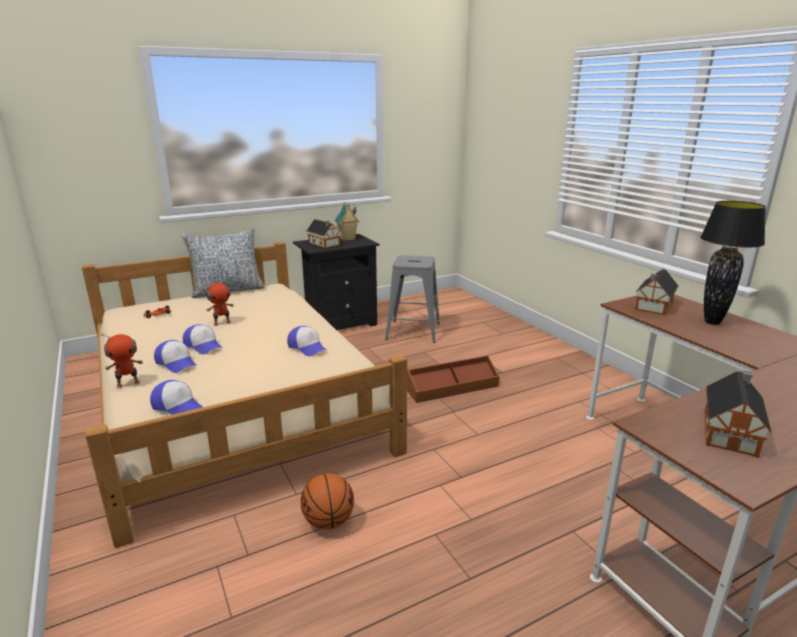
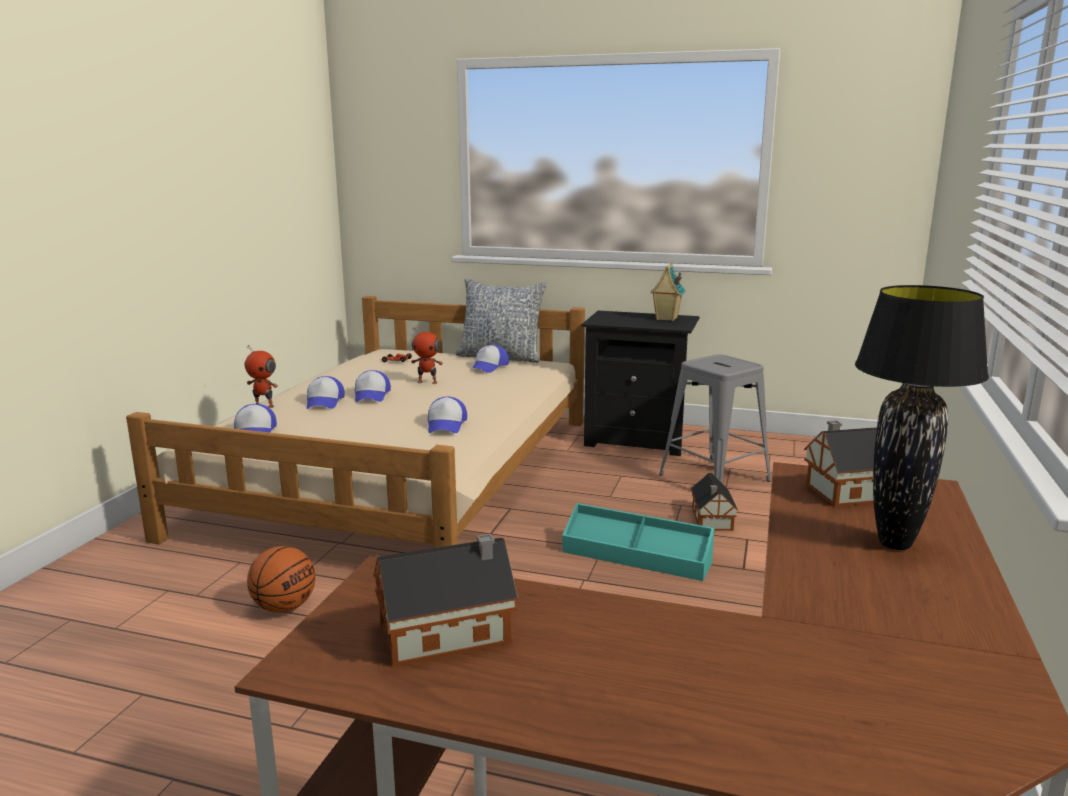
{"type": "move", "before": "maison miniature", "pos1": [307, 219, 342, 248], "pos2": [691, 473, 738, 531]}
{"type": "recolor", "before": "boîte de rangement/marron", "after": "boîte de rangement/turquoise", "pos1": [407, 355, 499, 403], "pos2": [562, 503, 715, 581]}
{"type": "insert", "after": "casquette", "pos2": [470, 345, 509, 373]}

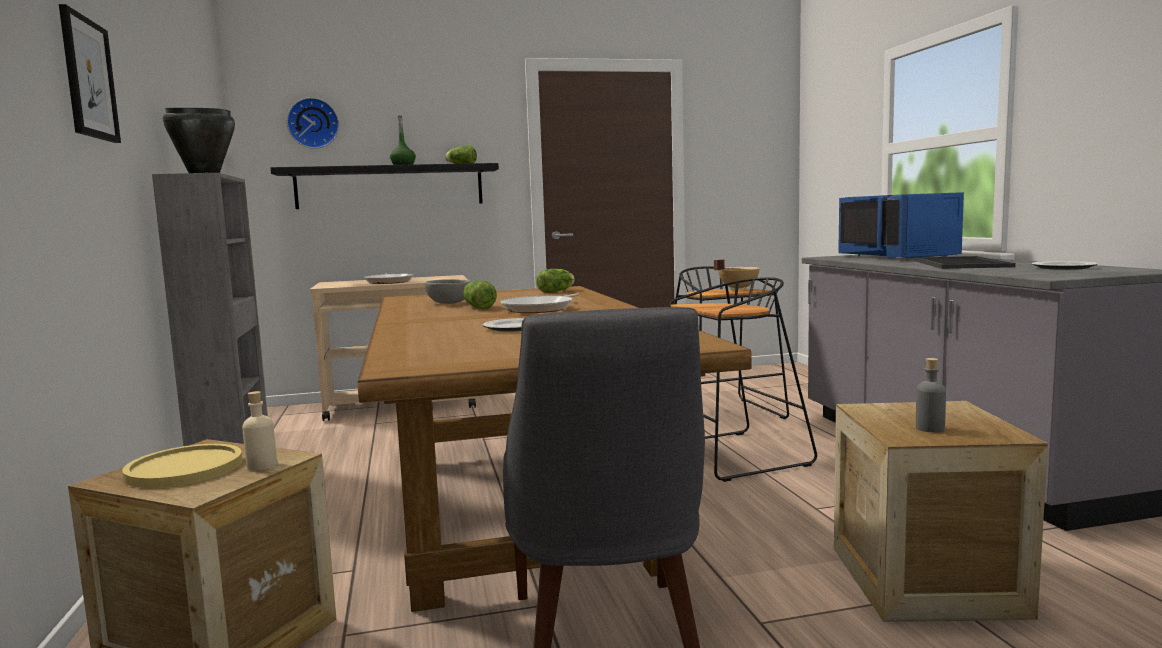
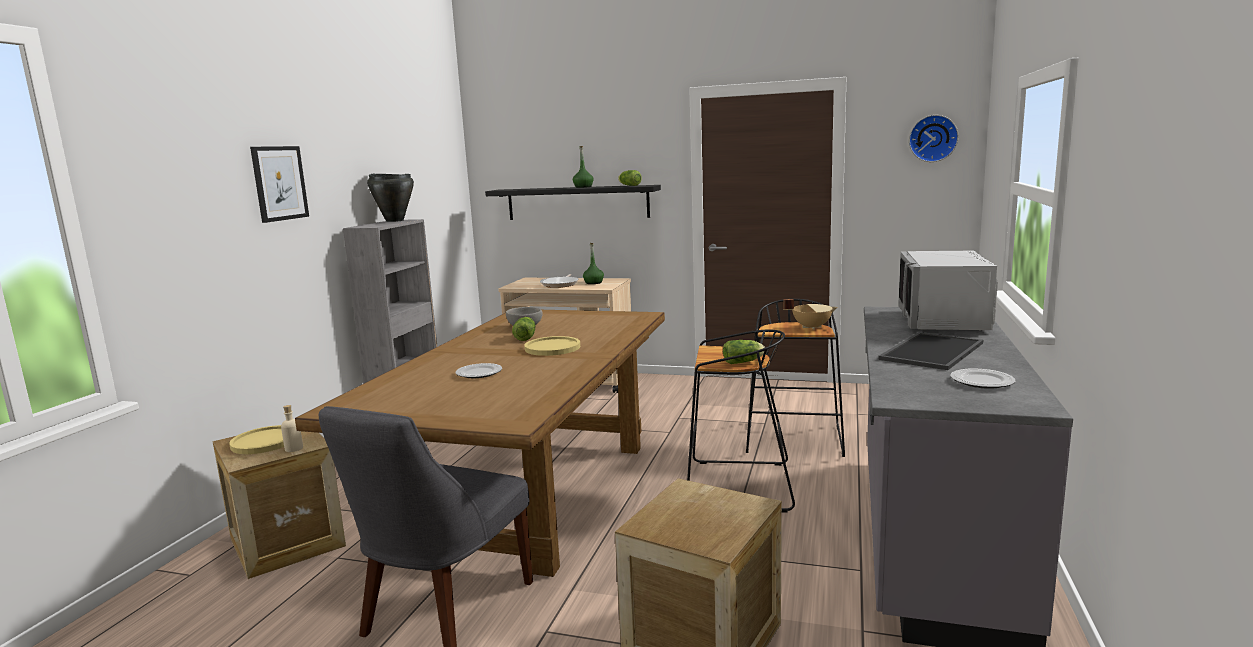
{"type": "move", "before": "horloge murale", "pos1": [287, 98, 339, 149], "pos2": [909, 115, 958, 162]}
{"type": "replace", "before": "poêle", "after": "assiette/jaune", "pos1": [500, 293, 579, 313], "pos2": [524, 336, 580, 356]}
{"type": "move", "before": "laitue", "pos1": [536, 269, 575, 293], "pos2": [723, 340, 765, 364]}
{"type": "recolor", "before": "micro-ondes/bleu", "after": "micro-ondes/gris", "pos1": [838, 192, 964, 259], "pos2": [898, 251, 998, 330]}
{"type": "delete", "before": "bouteille/gris", "pos1": [916, 358, 946, 432]}
{"type": "insert", "after": "bouteille/vert", "pos2": [583, 243, 604, 284]}

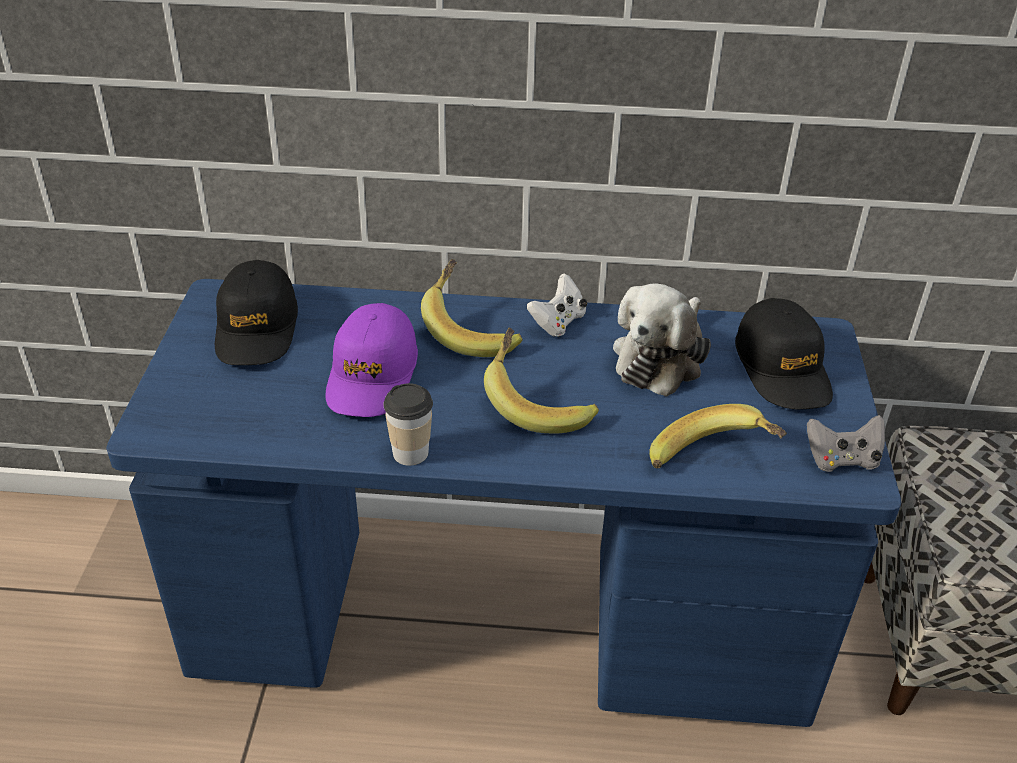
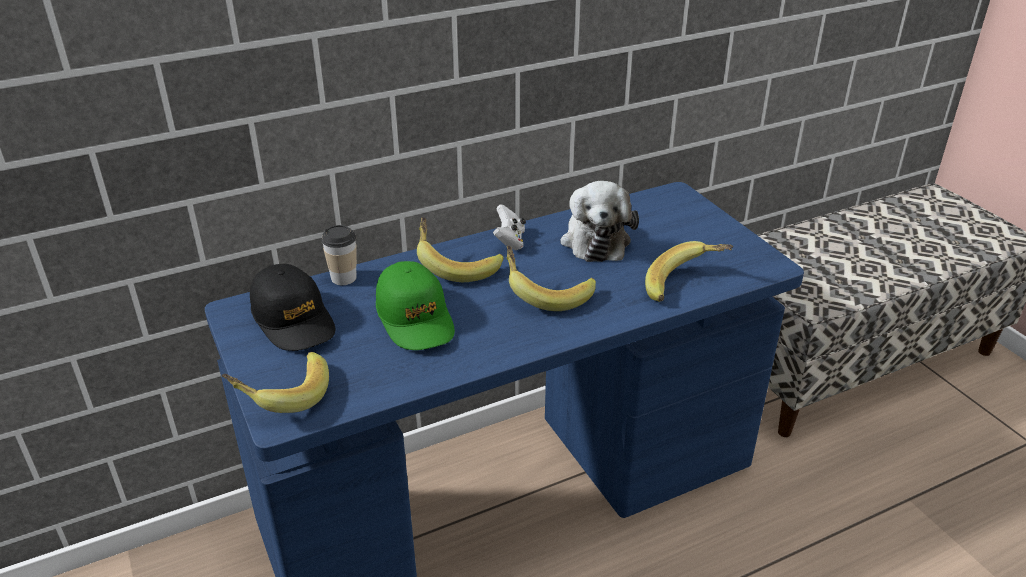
{"type": "recolor", "before": "casquette/violet", "after": "casquette/vert", "pos1": [326, 303, 418, 417], "pos2": [376, 261, 455, 350]}
{"type": "move", "before": "tasse", "pos1": [383, 383, 433, 466], "pos2": [321, 225, 357, 285]}
{"type": "delete", "before": "casquette/noir", "pos1": [735, 298, 833, 409]}
{"type": "delete", "before": "manette/gris", "pos1": [807, 415, 885, 472]}
{"type": "insert", "after": "banane", "pos2": [221, 352, 329, 413]}

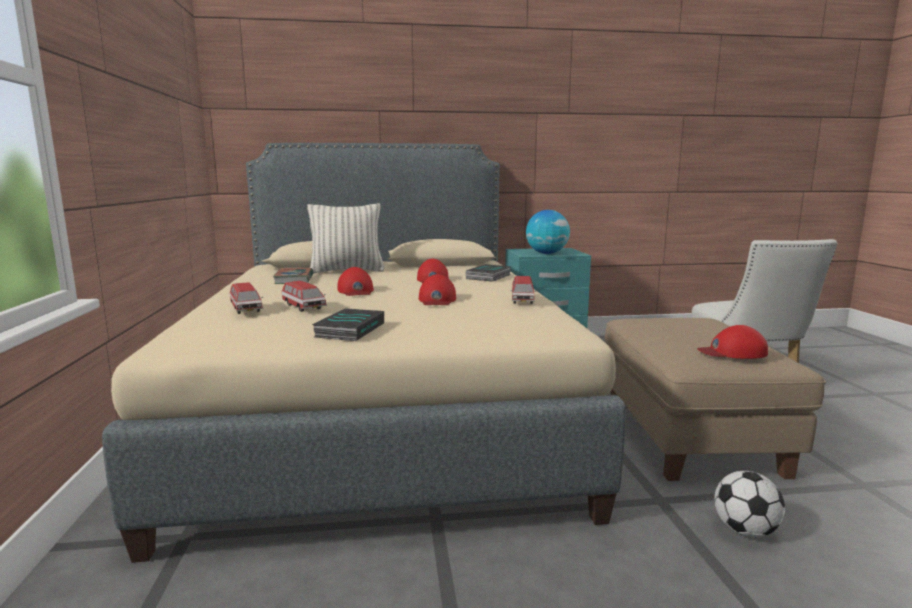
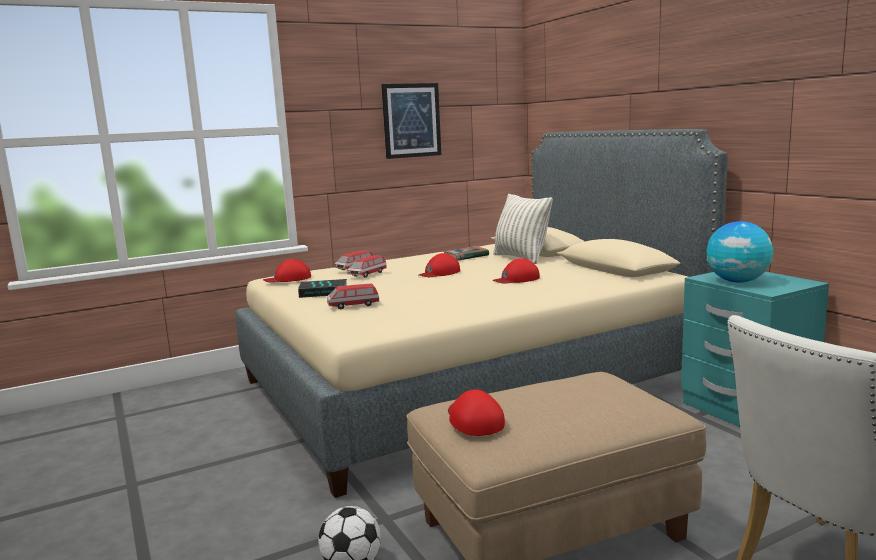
{"type": "move", "before": "casquette/rouge", "pos1": [419, 274, 456, 305], "pos2": [263, 259, 311, 283]}
{"type": "delete", "before": "livre", "pos1": [466, 264, 512, 282]}
{"type": "move", "before": "petite voiture", "pos1": [510, 276, 537, 304], "pos2": [327, 284, 379, 309]}
{"type": "insert", "after": "tableau", "pos2": [381, 83, 441, 159]}

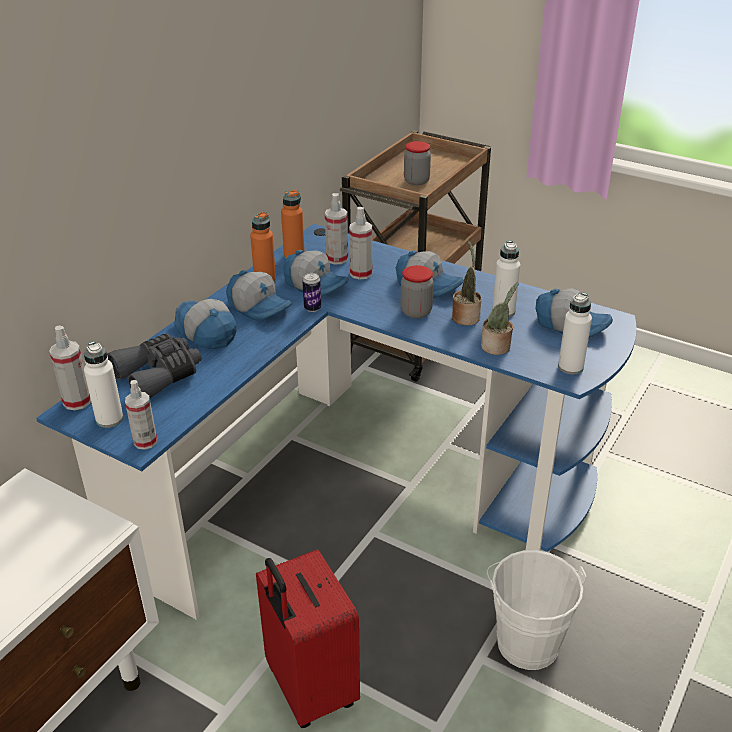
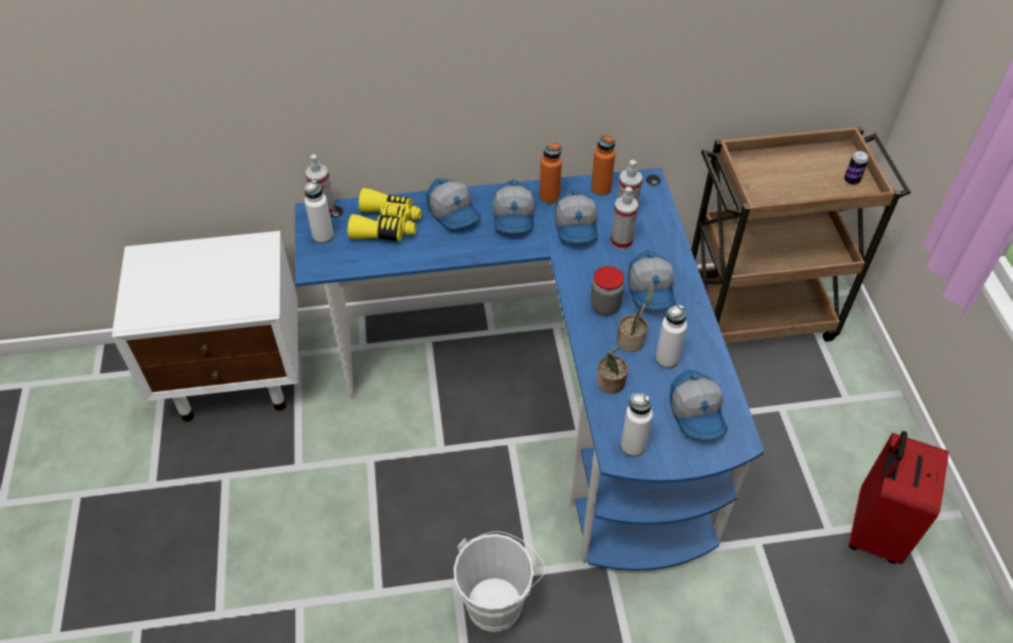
{"type": "recolor", "before": "jumelles/gris", "after": "jumelles/jaune", "pos1": [107, 333, 202, 398], "pos2": [348, 188, 421, 241]}
{"type": "delete", "before": "vaporisateur", "pos1": [125, 380, 157, 450]}
{"type": "rotate", "before": "casquette", "pos1": [175, 299, 237, 349], "pos2": [426, 179, 481, 231], "turn": 135}
{"type": "move", "before": "valise/rouge", "pos1": [256, 549, 360, 728], "pos2": [849, 431, 949, 564]}
{"type": "move", "before": "boîte métallique", "pos1": [302, 273, 321, 312], "pos2": [844, 151, 869, 185]}
{"type": "delete", "before": "bocal", "pos1": [404, 141, 431, 185]}

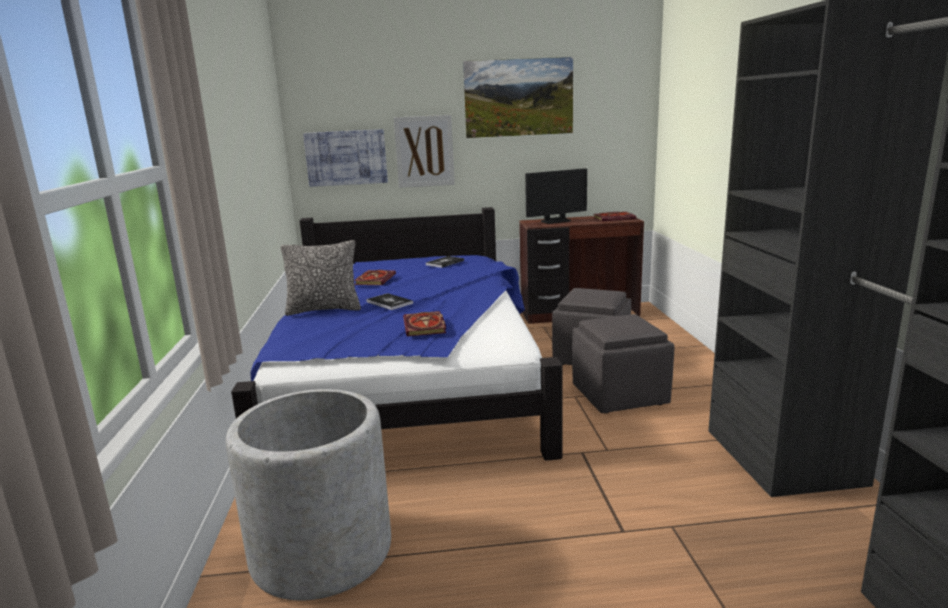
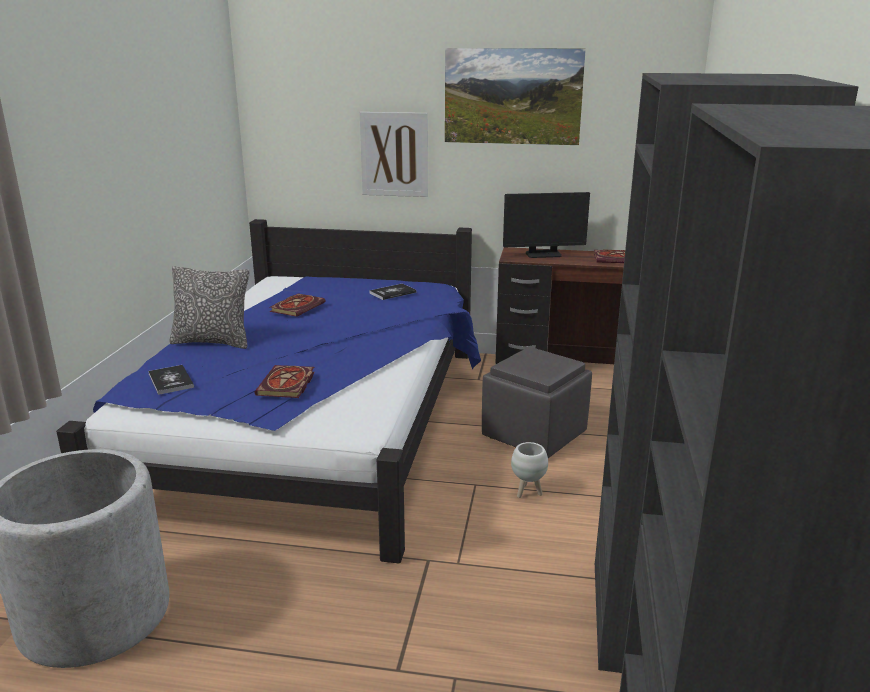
{"type": "delete", "before": "tableau", "pos1": [303, 129, 388, 187]}
{"type": "move", "before": "livre", "pos1": [366, 293, 413, 310], "pos2": [148, 365, 194, 395]}
{"type": "replace", "before": "pouf/gris", "after": "cache-pot/blanc", "pos1": [572, 314, 674, 413], "pos2": [511, 442, 548, 498]}

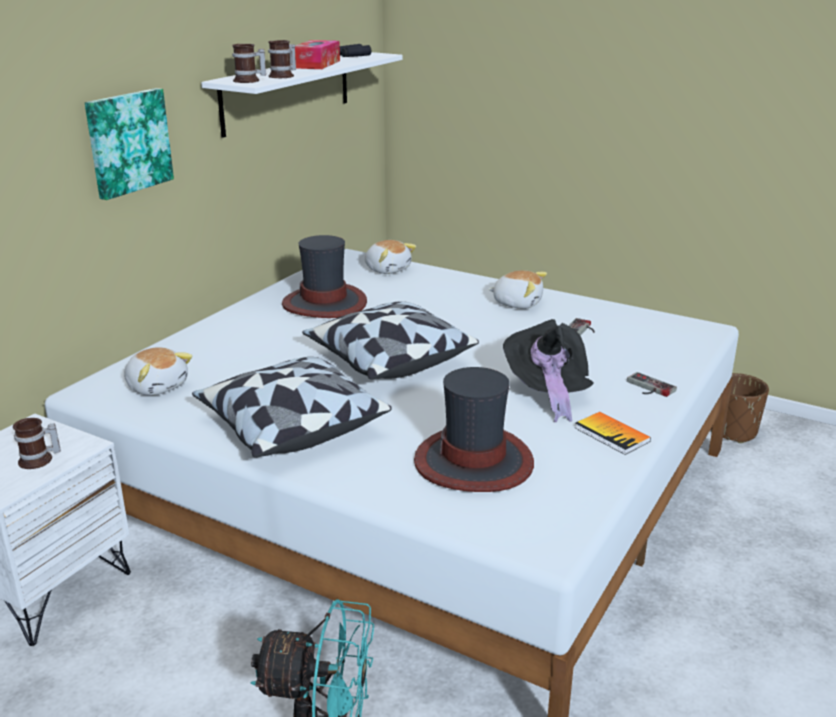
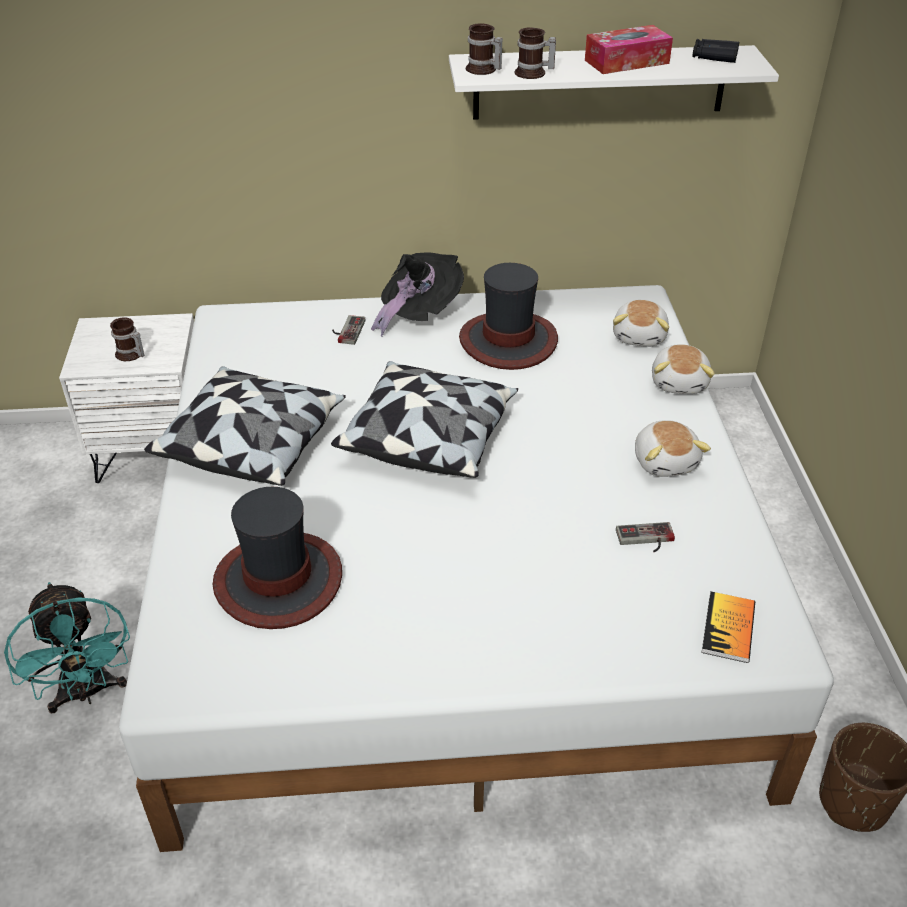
{"type": "delete", "before": "tableau", "pos1": [85, 88, 174, 200]}
{"type": "move", "before": "peluche", "pos1": [124, 347, 192, 396], "pos2": [652, 344, 715, 394]}
{"type": "move", "before": "chapeau/noir", "pos1": [503, 319, 594, 422], "pos2": [371, 252, 464, 337]}
{"type": "move", "before": "livre", "pos1": [575, 412, 651, 455], "pos2": [701, 591, 755, 663]}
{"type": "move", "before": "manette", "pos1": [627, 372, 677, 397], "pos2": [332, 315, 365, 345]}

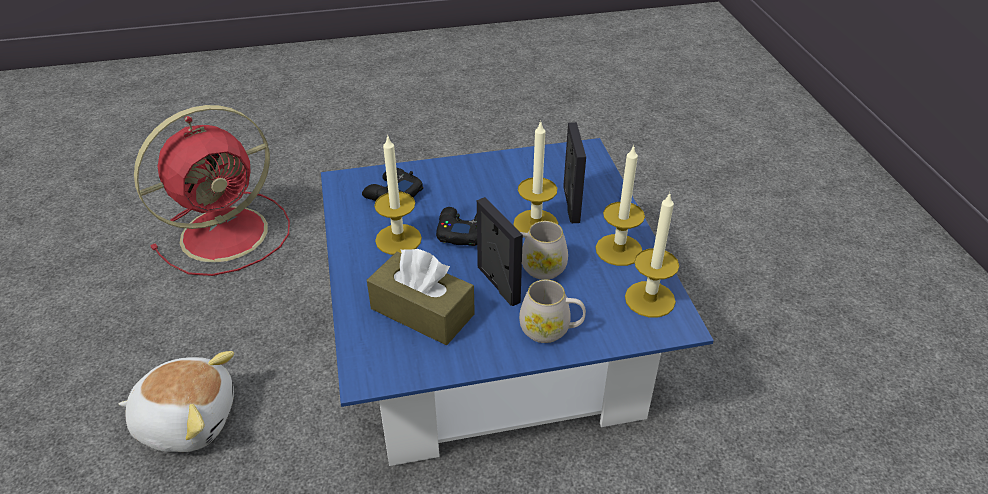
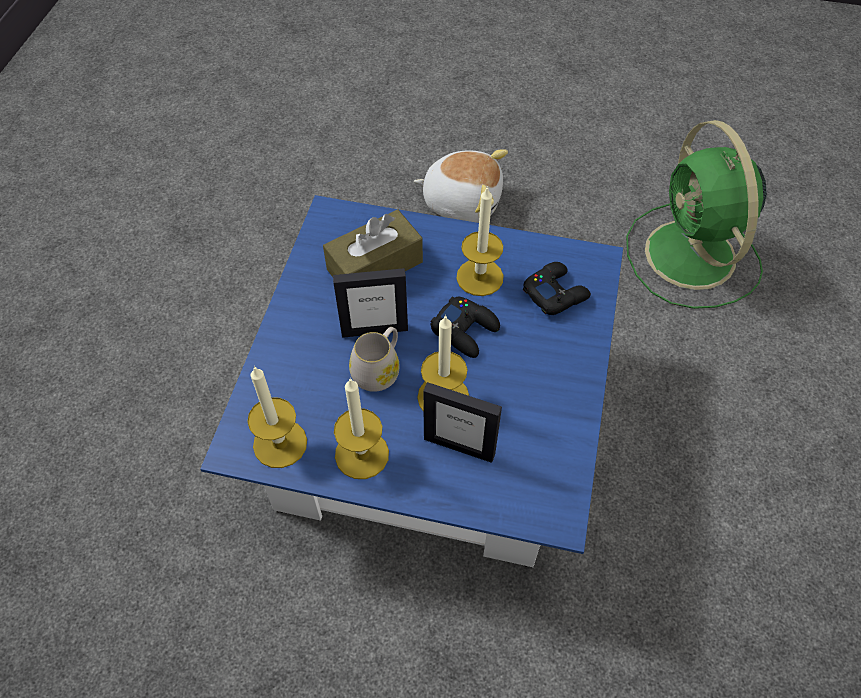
{"type": "rotate", "before": "peluche", "pos1": [119, 351, 234, 452], "pos2": [414, 149, 508, 223], "turn": -105}
{"type": "recolor", "before": "ventilateur/rouge", "after": "ventilateur/vert", "pos1": [134, 105, 290, 276], "pos2": [626, 120, 767, 309]}
{"type": "delete", "before": "mug/blanc", "pos1": [519, 280, 586, 343]}

